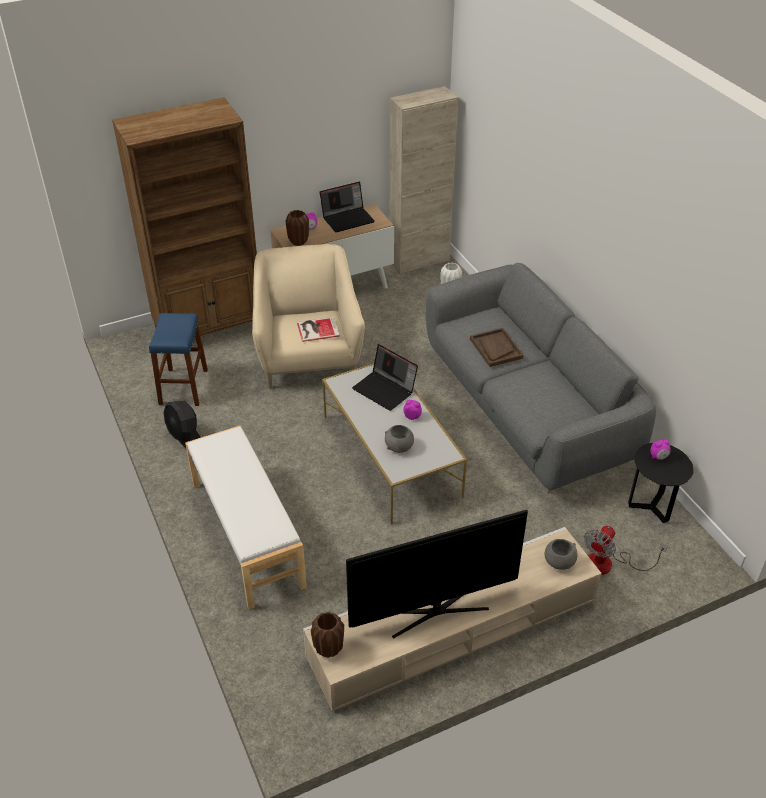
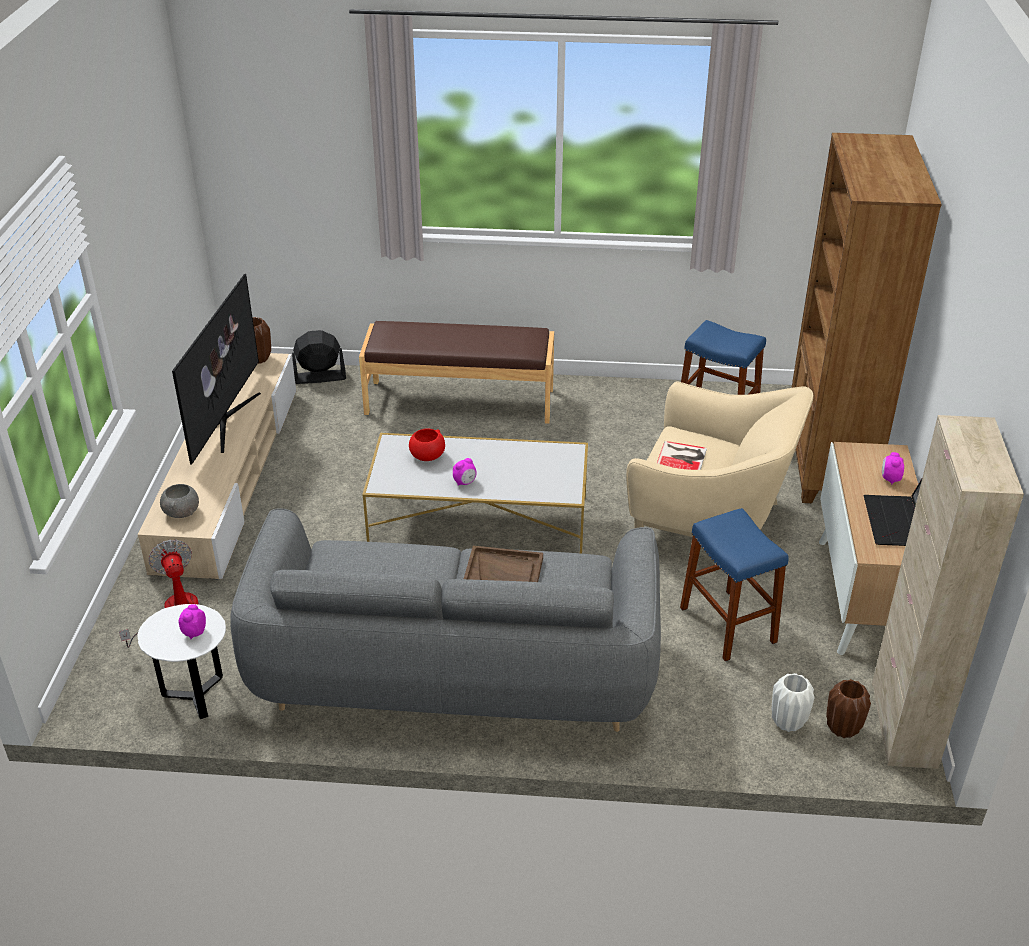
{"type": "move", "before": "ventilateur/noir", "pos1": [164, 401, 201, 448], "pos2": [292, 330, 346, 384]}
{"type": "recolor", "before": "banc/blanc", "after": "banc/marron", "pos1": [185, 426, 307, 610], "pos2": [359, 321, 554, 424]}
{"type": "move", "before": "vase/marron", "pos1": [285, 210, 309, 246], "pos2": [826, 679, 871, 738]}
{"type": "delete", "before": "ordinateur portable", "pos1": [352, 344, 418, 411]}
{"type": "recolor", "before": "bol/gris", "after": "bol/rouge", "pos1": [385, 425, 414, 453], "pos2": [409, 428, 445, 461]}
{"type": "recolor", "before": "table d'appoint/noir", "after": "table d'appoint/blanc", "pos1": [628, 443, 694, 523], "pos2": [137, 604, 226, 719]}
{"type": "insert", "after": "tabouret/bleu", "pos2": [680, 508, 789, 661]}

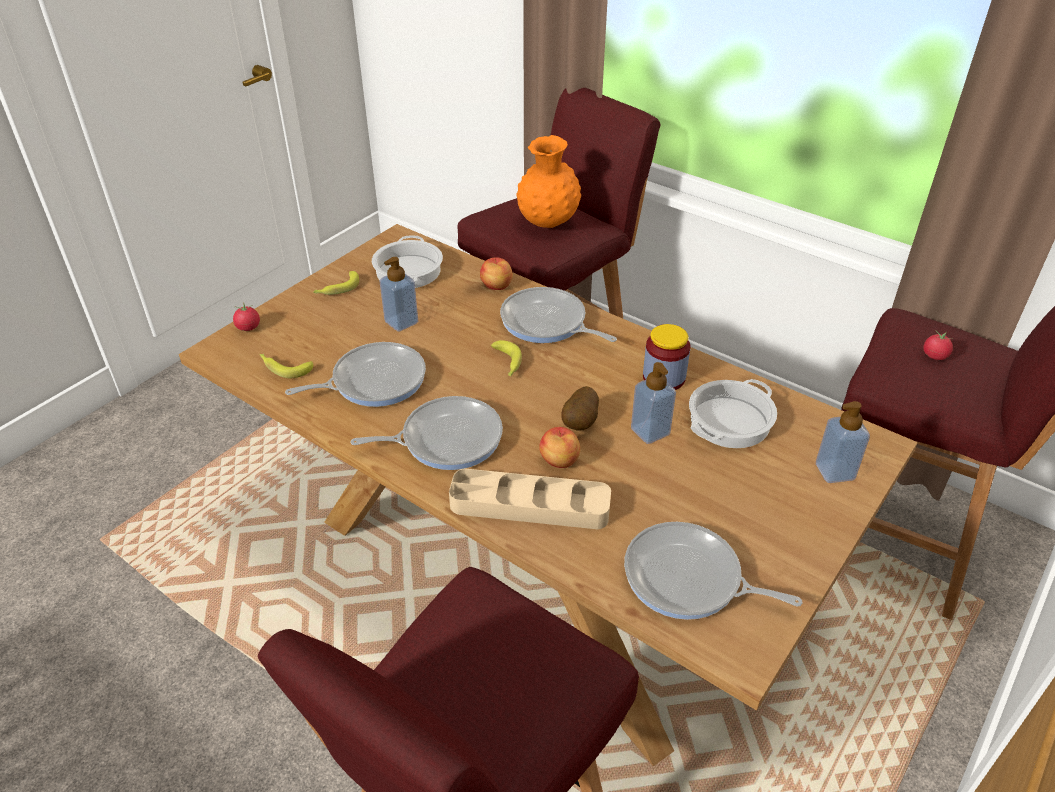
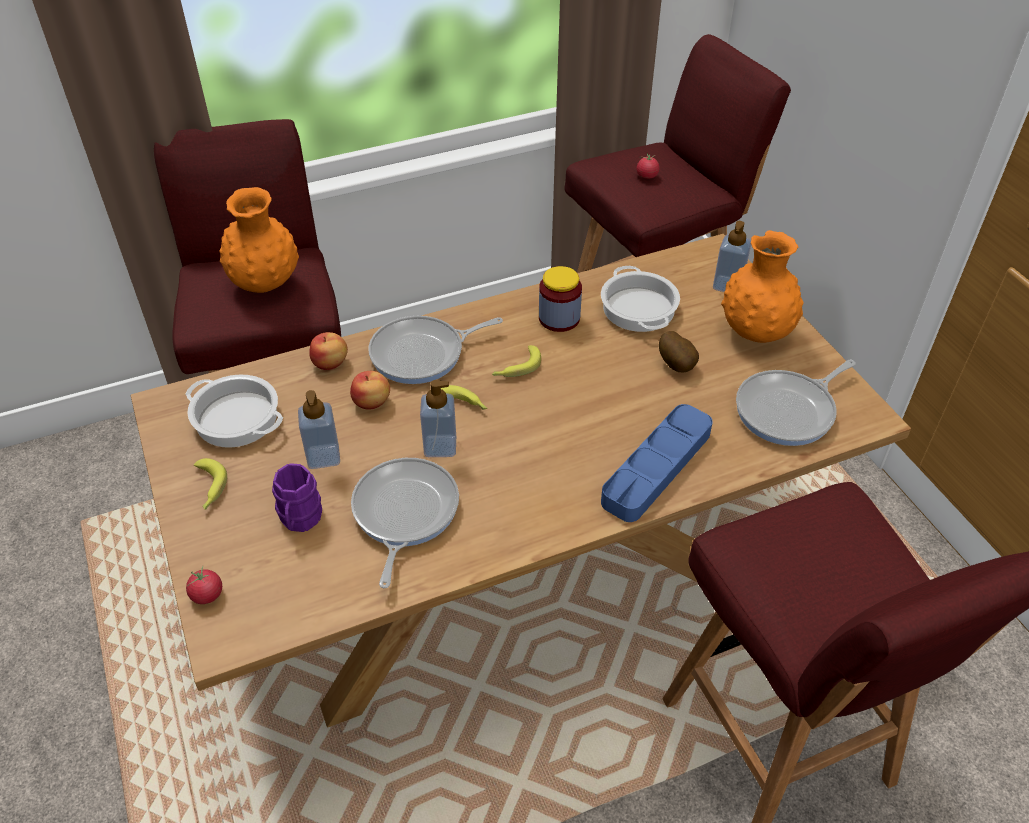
{"type": "move", "before": "banane", "pos1": [259, 354, 313, 379], "pos2": [492, 345, 541, 377]}
{"type": "delete", "before": "poêle", "pos1": [350, 396, 503, 470]}
{"type": "recolor", "before": "plateau/beige", "after": "plateau/bleu", "pos1": [449, 468, 611, 529], "pos2": [601, 404, 713, 522]}
{"type": "move", "before": "pomme", "pos1": [539, 427, 580, 468], "pos2": [350, 371, 390, 410]}
{"type": "move", "before": "pomme de terre", "pos1": [561, 386, 599, 431], "pos2": [659, 331, 699, 373]}
{"type": "move", "before": "distributeur de savon", "pos1": [631, 362, 676, 444], "pos2": [420, 380, 456, 457]}
{"type": "insert", "after": "mug/violet", "pos2": [272, 463, 322, 532]}
{"type": "insert", "after": "vase/orange", "pos2": [721, 230, 804, 343]}

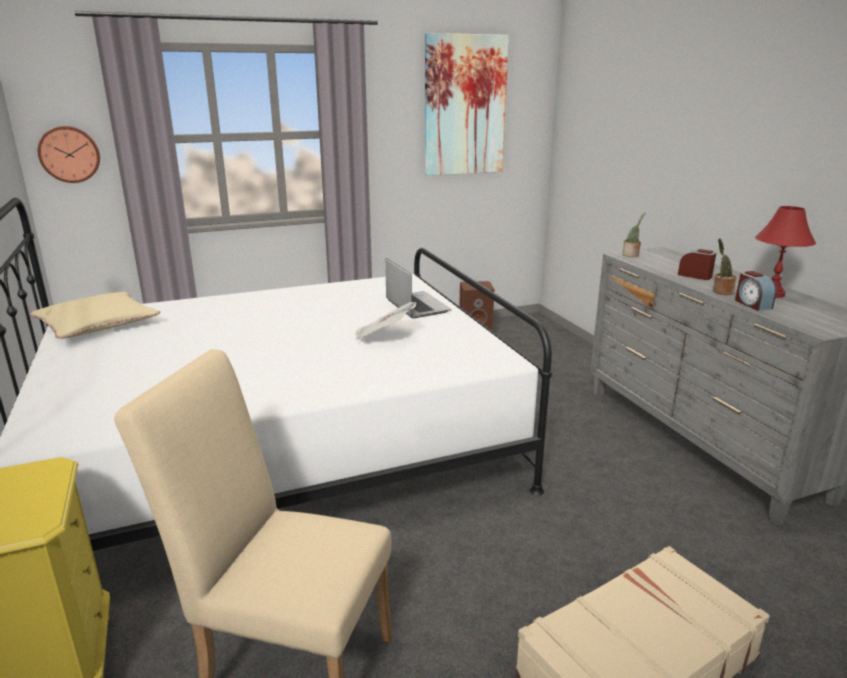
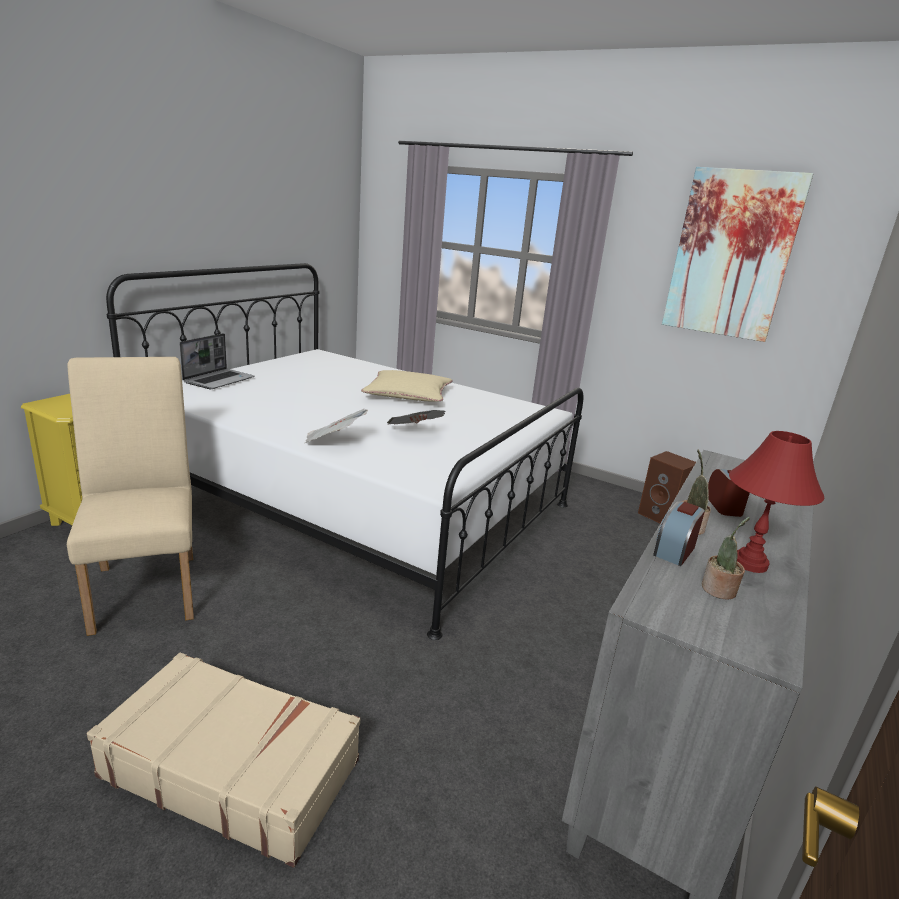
{"type": "move", "before": "coussin/beige", "pos1": [30, 292, 160, 339], "pos2": [361, 370, 452, 402]}
{"type": "delete", "before": "horloge murale", "pos1": [38, 126, 100, 183]}
{"type": "move", "before": "ordinateur portable", "pos1": [385, 258, 451, 318], "pos2": [179, 333, 254, 389]}
{"type": "move", "before": "plante en pot", "pos1": [622, 212, 646, 257], "pos2": [702, 517, 750, 600]}
{"type": "insert", "after": "journal", "pos2": [305, 409, 368, 443]}

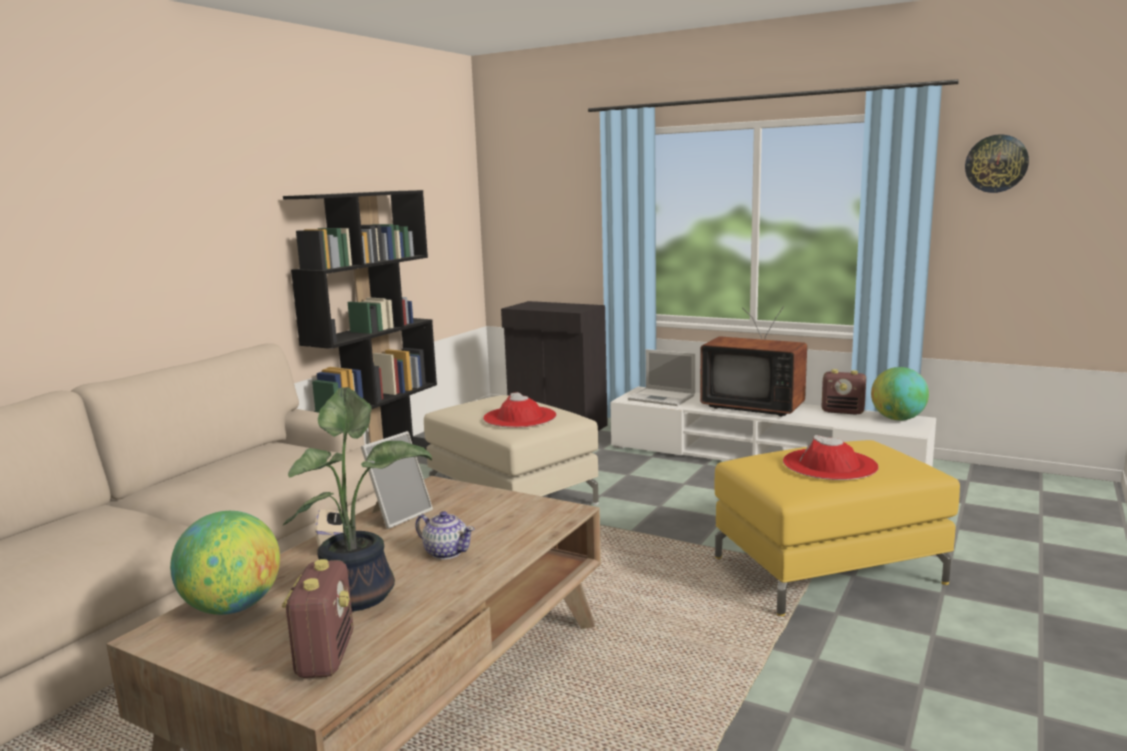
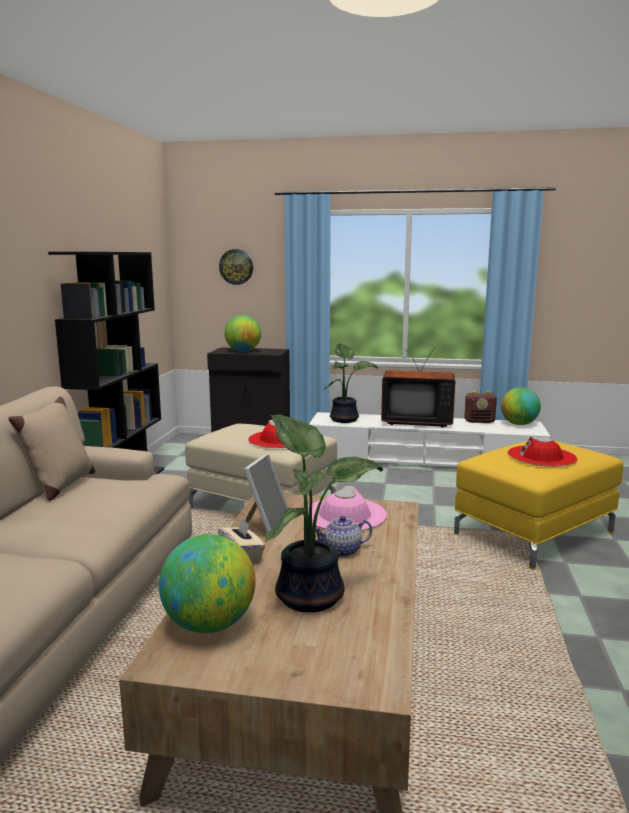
{"type": "delete", "before": "radio", "pos1": [282, 559, 353, 678]}
{"type": "rotate", "before": "théière", "pos1": [415, 511, 475, 559], "pos2": [316, 516, 372, 557], "turn": 150}
{"type": "replace", "before": "ordinateur portable", "after": "plante en pot", "pos1": [628, 349, 695, 406], "pos2": [323, 344, 378, 423]}
{"type": "move", "before": "horloge murale", "pos1": [965, 134, 1029, 193], "pos2": [219, 249, 253, 285]}
{"type": "insert", "after": "coussin/beige", "pos2": [8, 397, 95, 501]}
{"type": "insert", "after": "globe", "pos2": [224, 315, 261, 352]}
{"type": "insert", "after": "chapeau/rose", "pos2": [308, 485, 387, 531]}

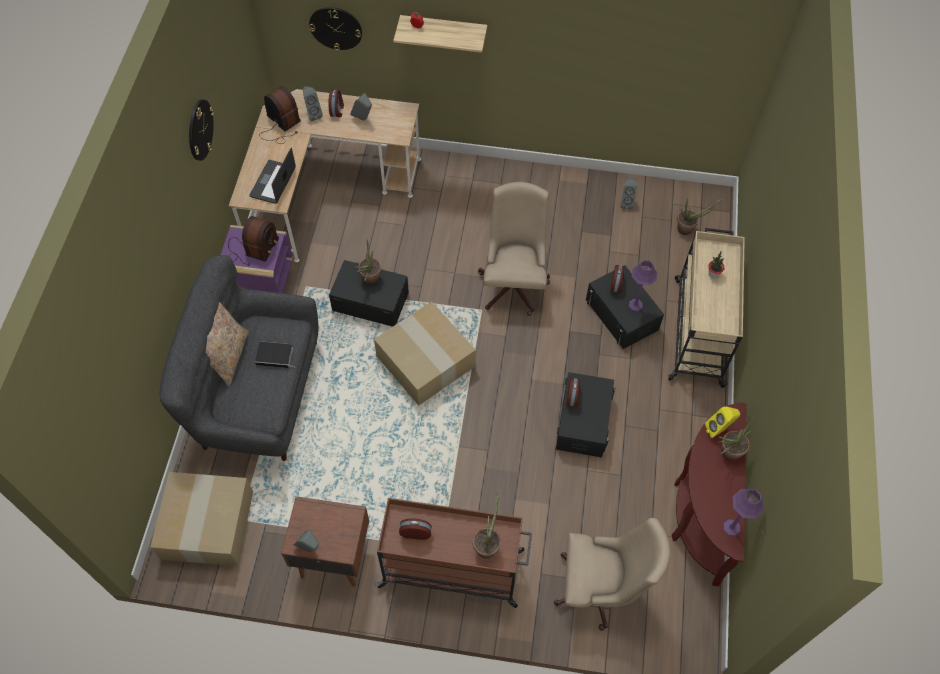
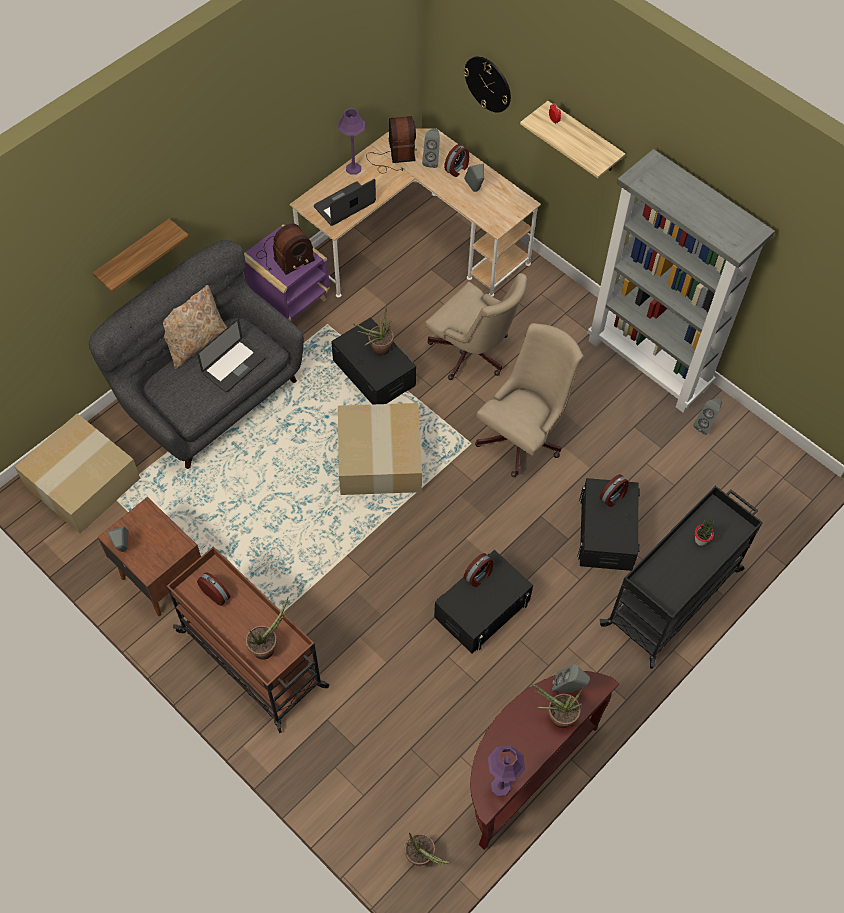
{"type": "delete", "before": "horloge murale", "pos1": [189, 100, 214, 161]}
{"type": "replace", "before": "livre", "after": "ordinateur portable", "pos1": [255, 341, 296, 368], "pos2": [197, 319, 266, 392]}
{"type": "move", "before": "chaise de bureau/beige", "pos1": [554, 518, 671, 631], "pos2": [425, 273, 527, 380]}
{"type": "move", "before": "lampe de table/violet", "pos1": [629, 260, 657, 311], "pos2": [338, 108, 365, 175]}
{"type": "recolor", "before": "chariot/beige", "after": "chariot/noir", "pos1": [668, 228, 745, 388], "pos2": [599, 486, 763, 669]}
{"type": "move", "before": "plante en pot", "pos1": [677, 198, 723, 235], "pos2": [405, 832, 450, 866]}
{"type": "recolor", "before": "enceinte/jaune", "after": "enceinte/gris", "pos1": [705, 407, 740, 438], "pos2": [552, 664, 590, 693]}
{"type": "insert", "after": "étagère", "pos2": [93, 219, 189, 292]}
{"type": "insert", "after": "bibliothèque/gris", "pos2": [587, 149, 775, 413]}

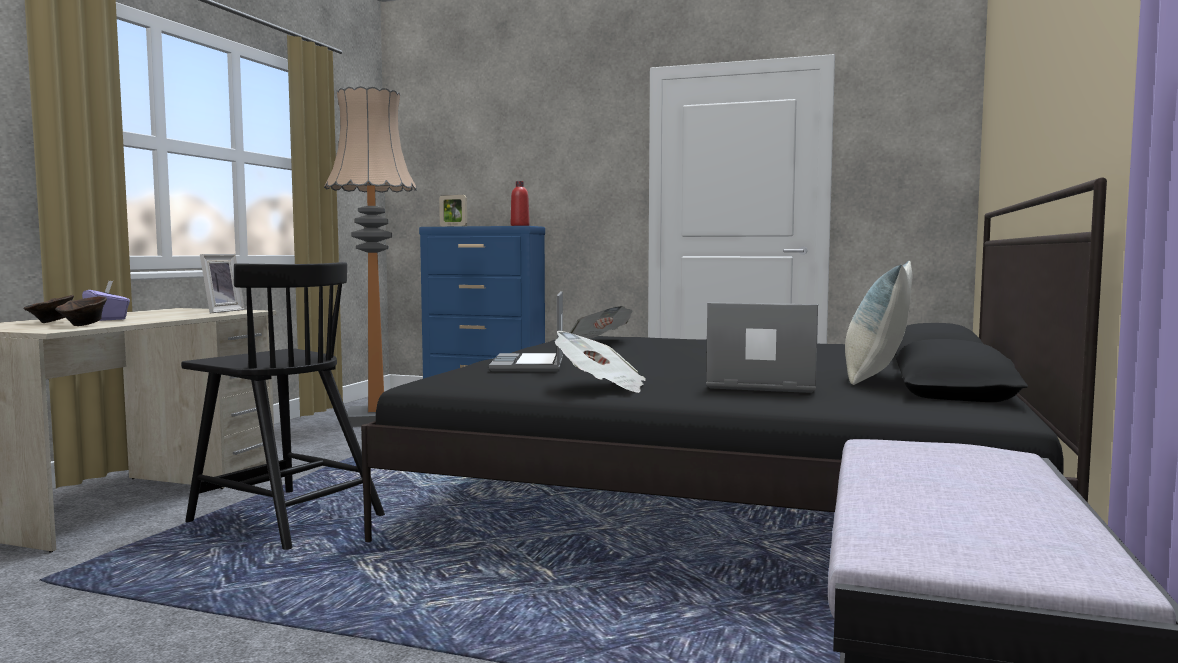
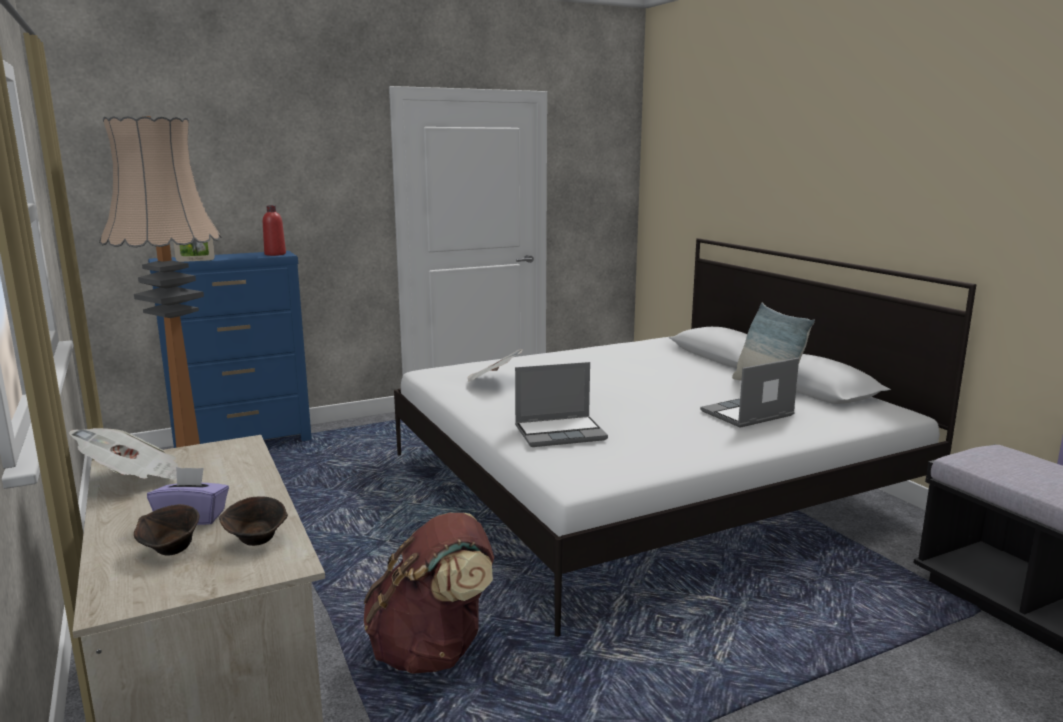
{"type": "replace", "before": "chaise/noir", "after": "sac à dos/marron", "pos1": [181, 262, 385, 550], "pos2": [364, 512, 494, 674]}
{"type": "delete", "before": "cadre photo", "pos1": [200, 254, 245, 313]}
{"type": "recolor", "before": "lit/noir", "after": "lit/blanc", "pos1": [361, 177, 1107, 542], "pos2": [394, 238, 976, 637]}
{"type": "rotate", "before": "ordinateur portable", "pos1": [489, 291, 563, 371], "pos2": [515, 362, 608, 447], "turn": -60}
{"type": "move", "before": "journal", "pos1": [555, 331, 646, 393], "pos2": [69, 428, 178, 480]}

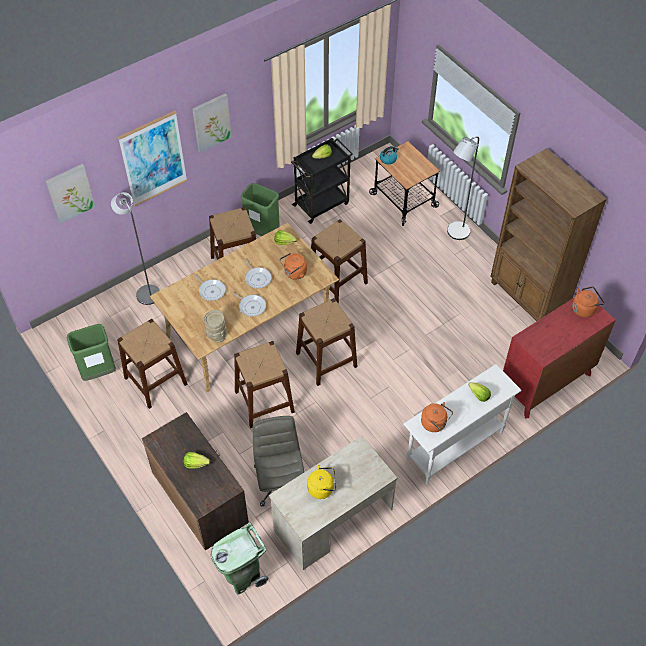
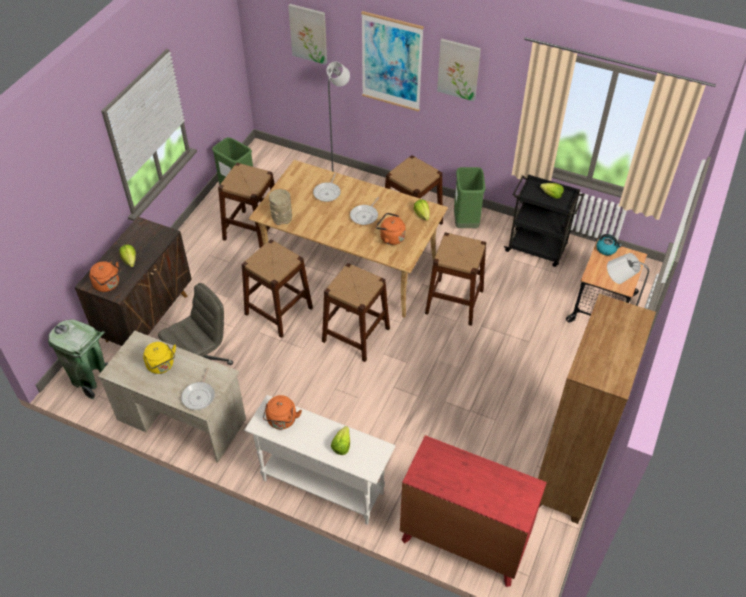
{"type": "move", "before": "poêle", "pos1": [231, 291, 266, 317], "pos2": [181, 368, 215, 410]}
{"type": "move", "before": "bouilloire/orange", "pos1": [572, 286, 604, 318], "pos2": [89, 261, 121, 292]}

